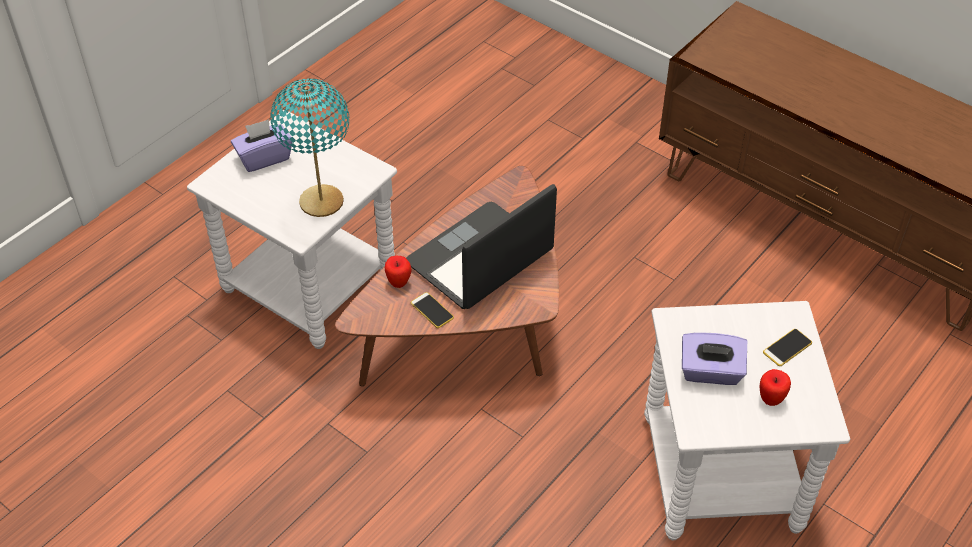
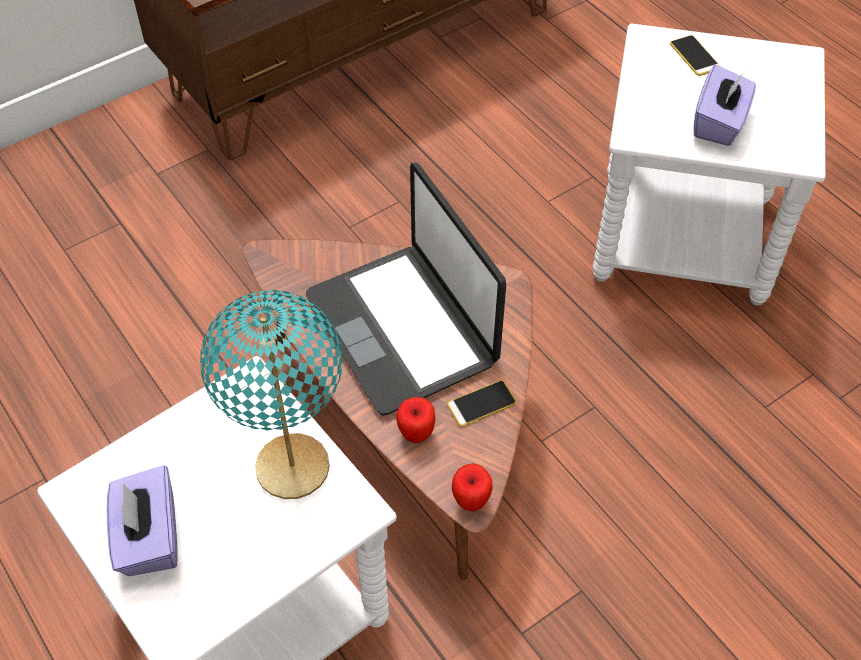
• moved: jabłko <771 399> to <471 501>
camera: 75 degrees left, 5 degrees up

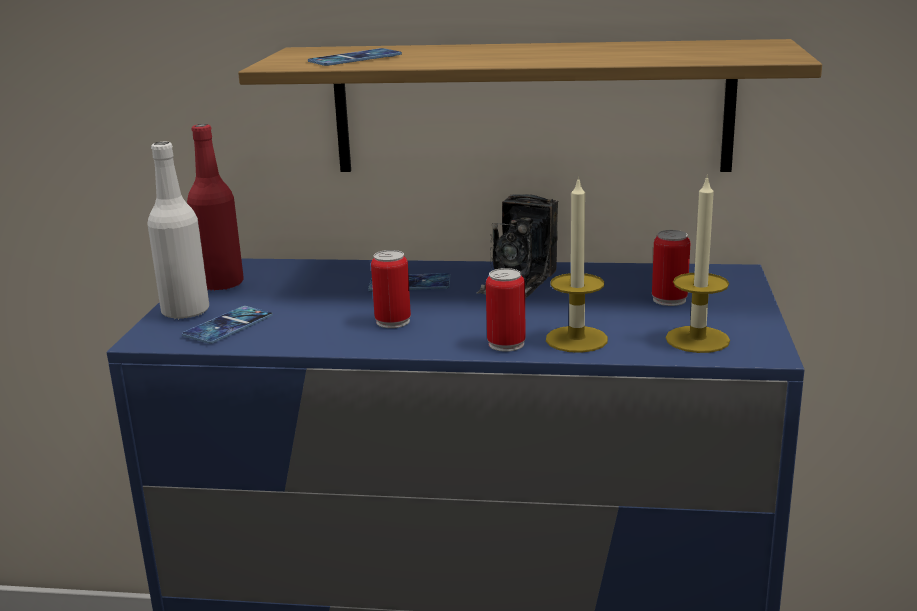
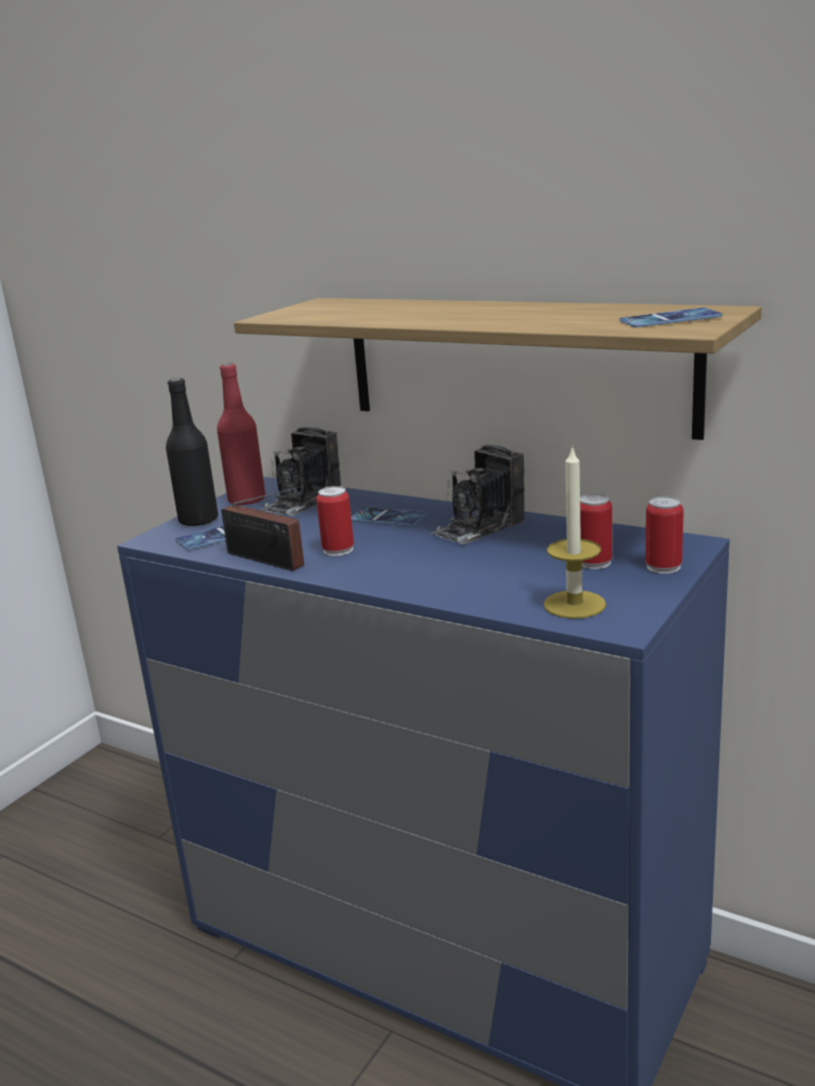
• recoloured: butelka (biały) <185 312> to butelka (czarny) <198 520>
• moved: telefon <355 58> to <670 319>
• moved: puszka <506 344> to <663 567>
• removed: świeca <576 339>
• added: radio <268 561>
• added: aparat fotograficzny <302 501>
camera: 25 degrees right, 0 degrees up

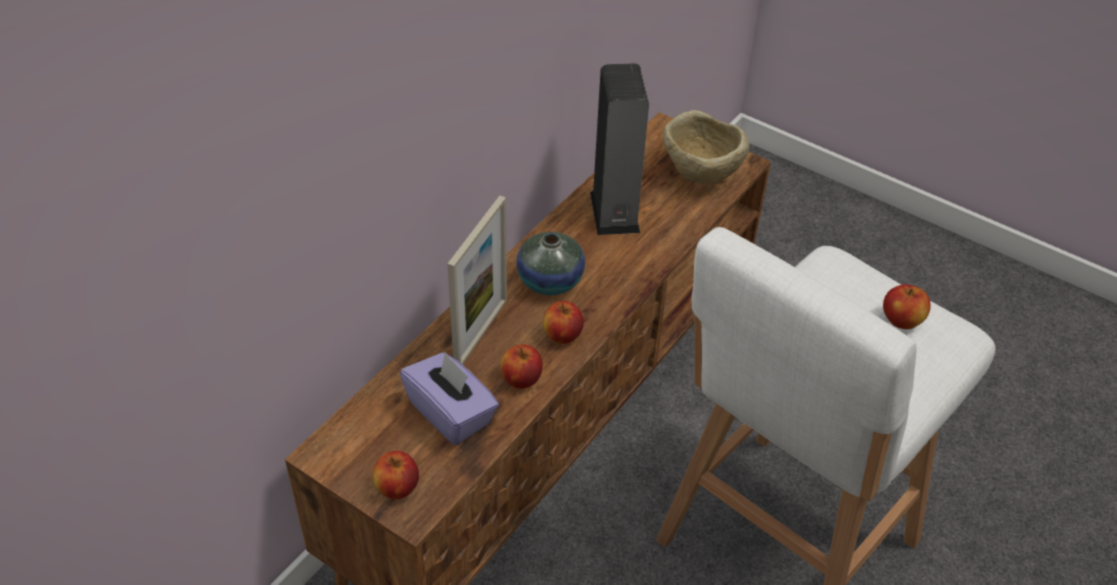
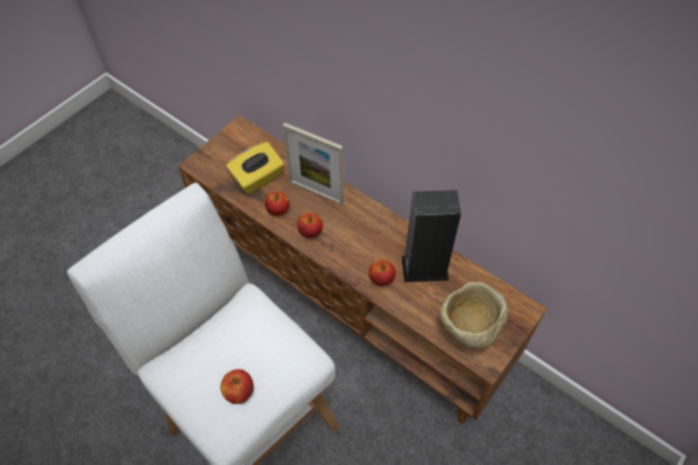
• moved: jabłko <397 488> to <381 279>
• recoloured: pudełko chusteczek (fioletowy) <451 413> to pudełko chusteczek (żółty) <258 179>
• removed: wazon <550 281>
camera: 95 degrees right, 10 degrees up

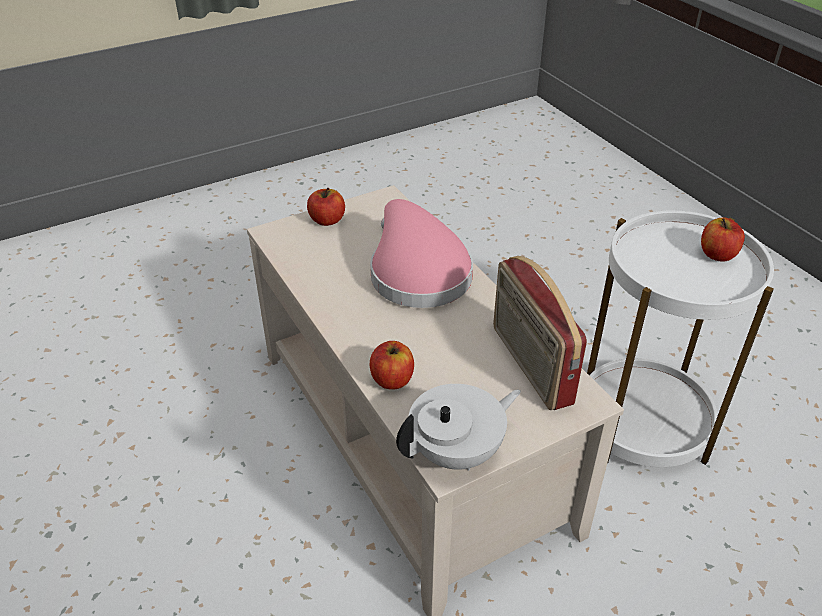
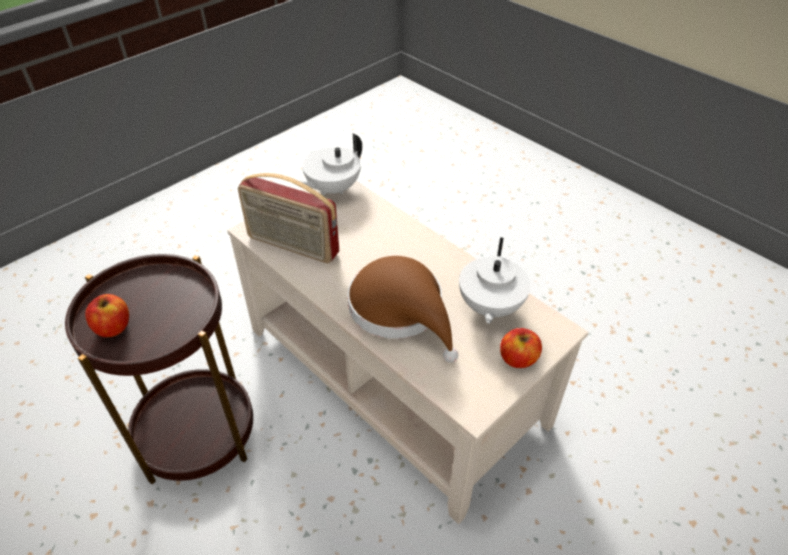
• recoloured: kapelusz (różowy) <416 272> to kapelusz (brązowy) <401 310>
• removed: jabłko <392 379>
• turned: radio <529 365> = <292 246> 150 degrees clockwise
• recoloured: stolik (biały) <642 424> to stolik (brązowy) <196 432>
• added: imbryk (biały) <489 307>
camera: 165 degrees right, 5 degrees up

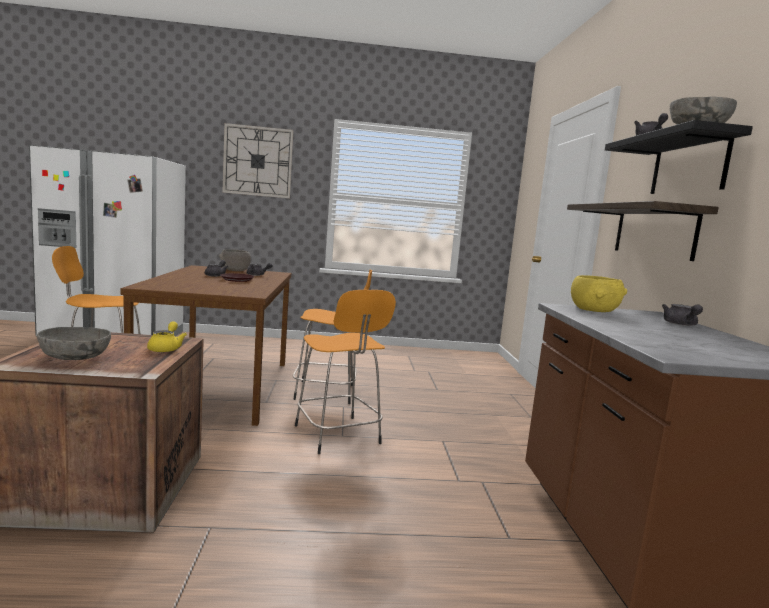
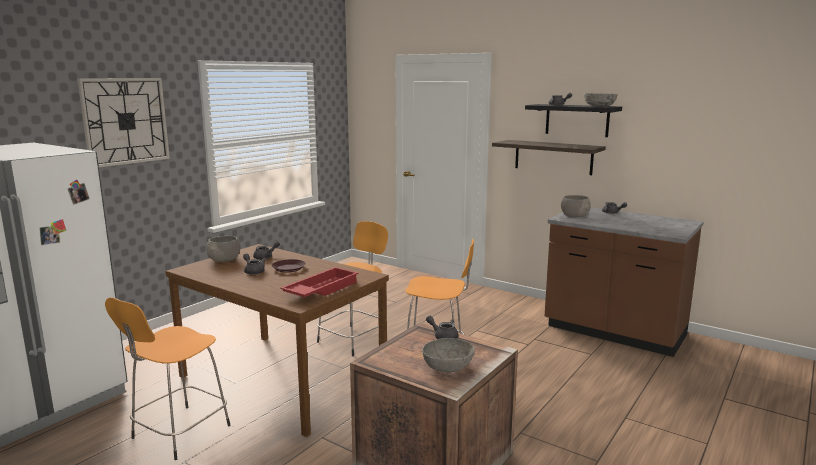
• recoloured: imbryk (żółty) <166 348> to imbryk (szary) <443 336>
• recoloured: miska (żółty) <594 310> to miska (szary) <574 216>
• added: taca (czerwony) <320 289>
camera: 50 degrees left, 5 degrees up

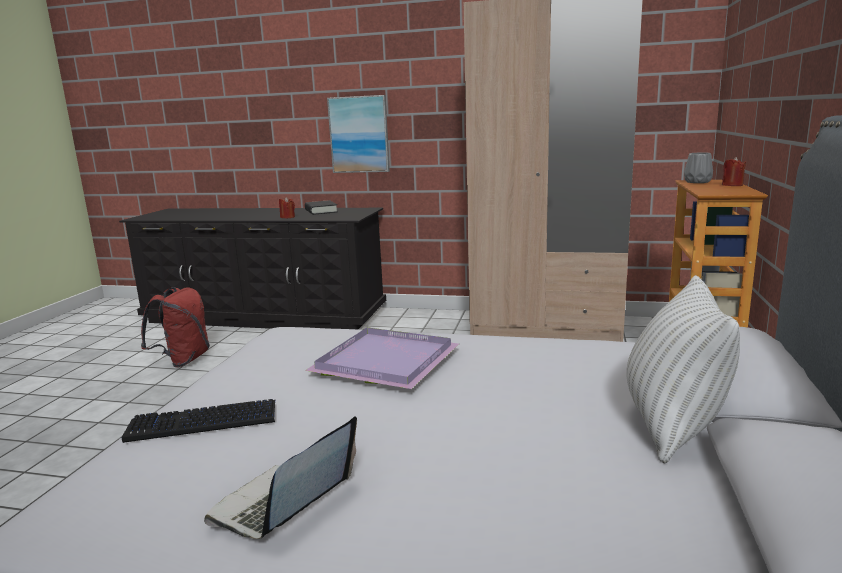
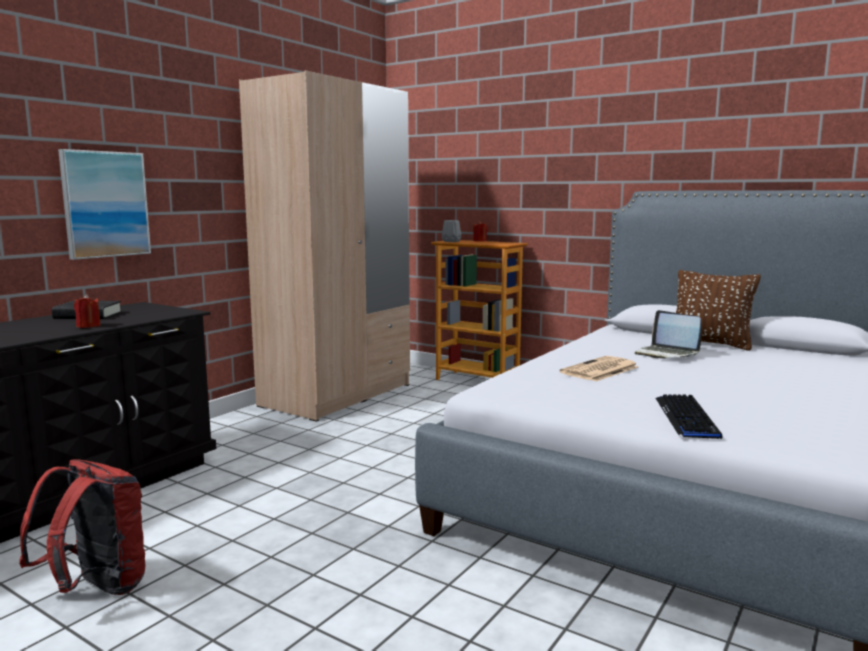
• moved: laptop <283 505> to <666 354>
• replaced: taca (fioletowy) <382 362> to gazeta <599 370>
• recoloured: poduszka (biały) <672 424> to poduszka (brązowy) <710 344>
camera: 70 degrees left, 5 degrees down

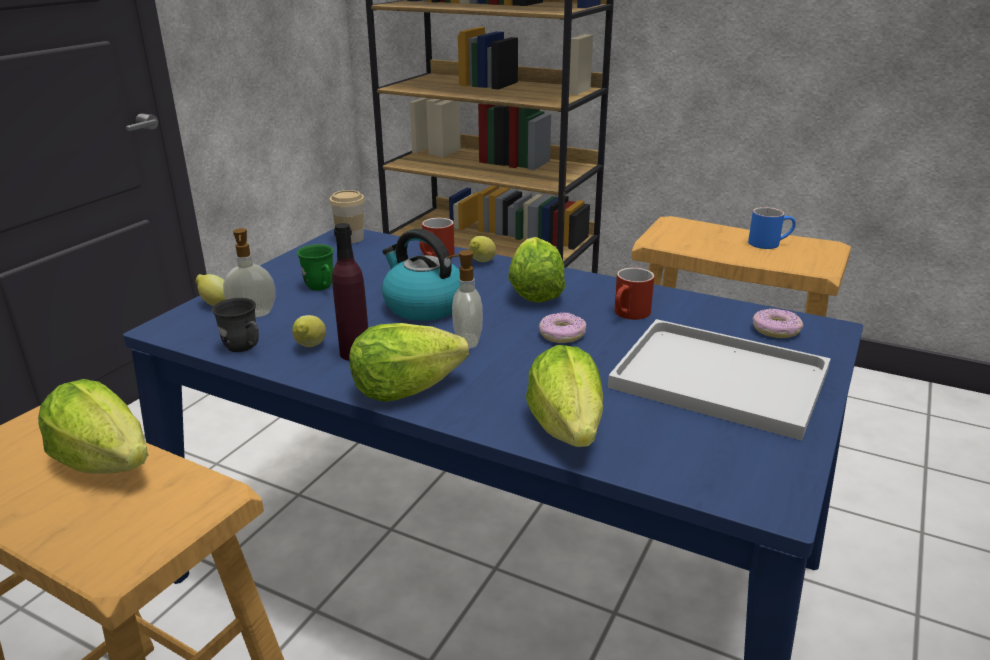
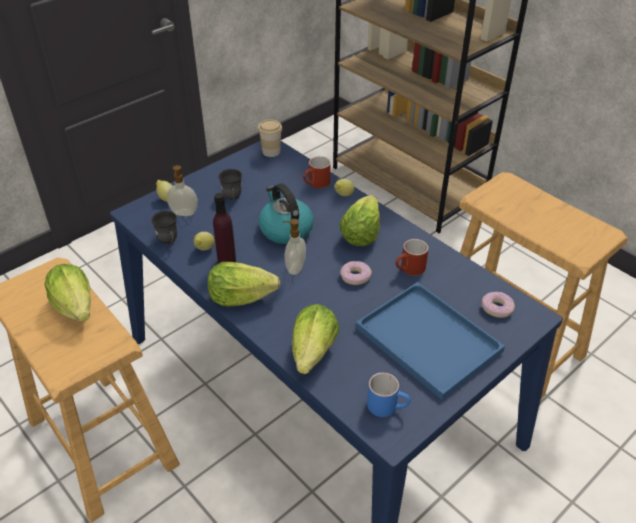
• recoloured: kubek (zielony) <322 288> to kubek (szary) <232 198>
• recoloured: taca (biały) <715 379> to taca (niebieski) <425 339>
• moved: kubek (niebieski) <769 243> to <388 406>
camera: 20 degrees right, 15 degrees up

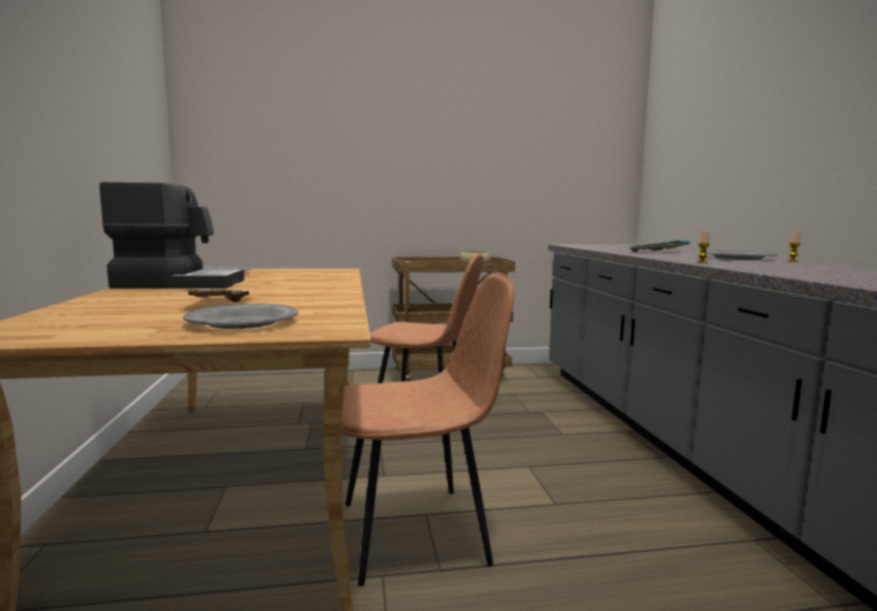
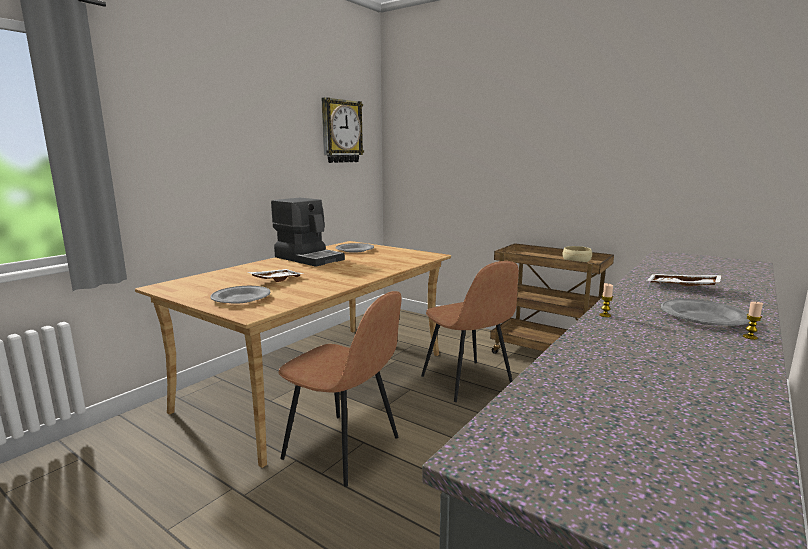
• recoloured: taca (turkusowy) <659 252> to taca (biały) <682 287>
• added: zegar ścienny <341 131>
camera: 45 degrees right, 5 degrees up

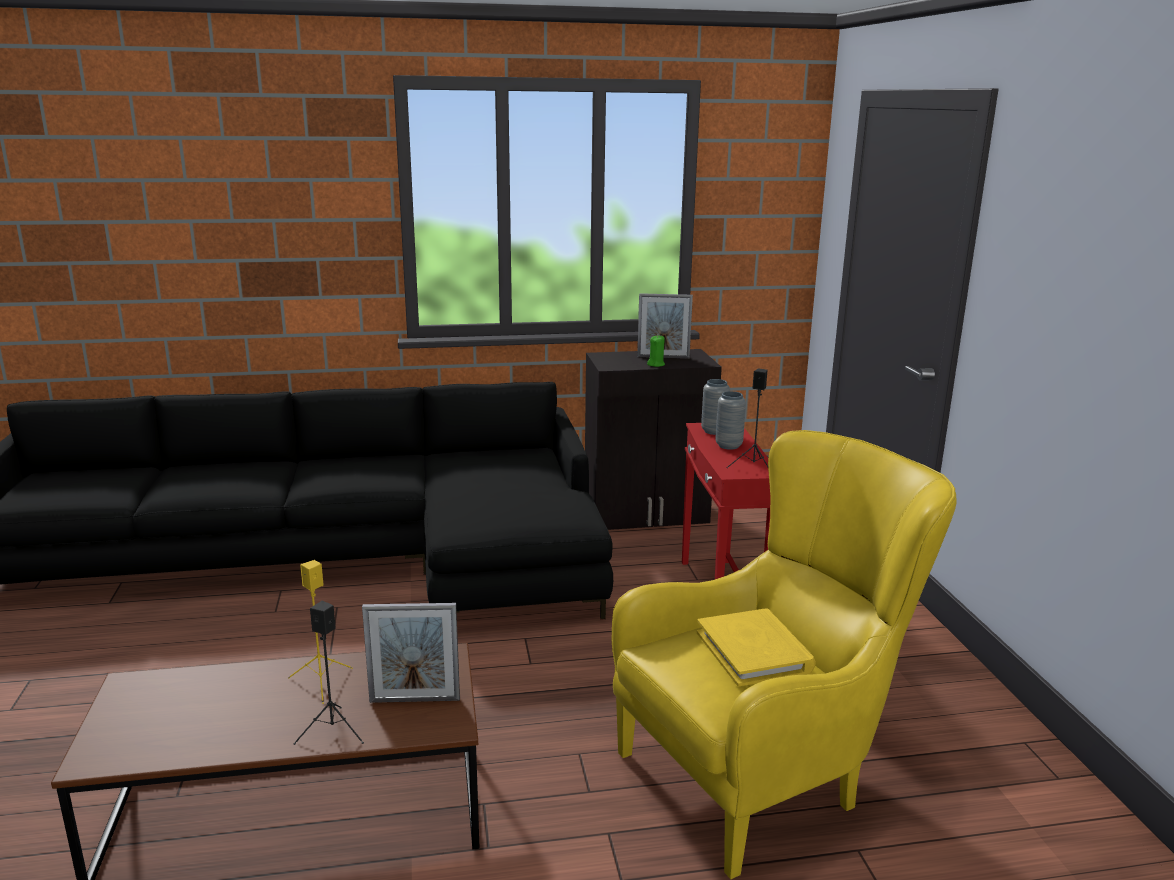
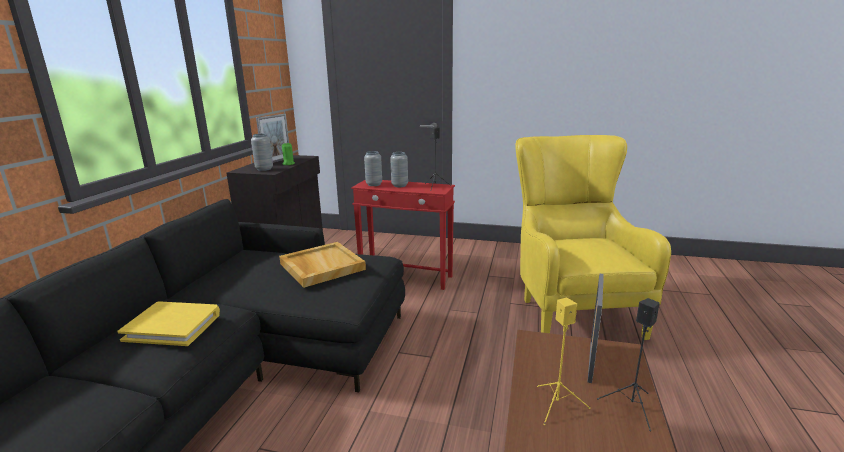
• moved: książka (żółty) <754 651> to <173 326>
• added: wazon (szary) <264 169>
• added: taca (beżowy) <321 266>
camera: 65 degrees left, 0 degrees up

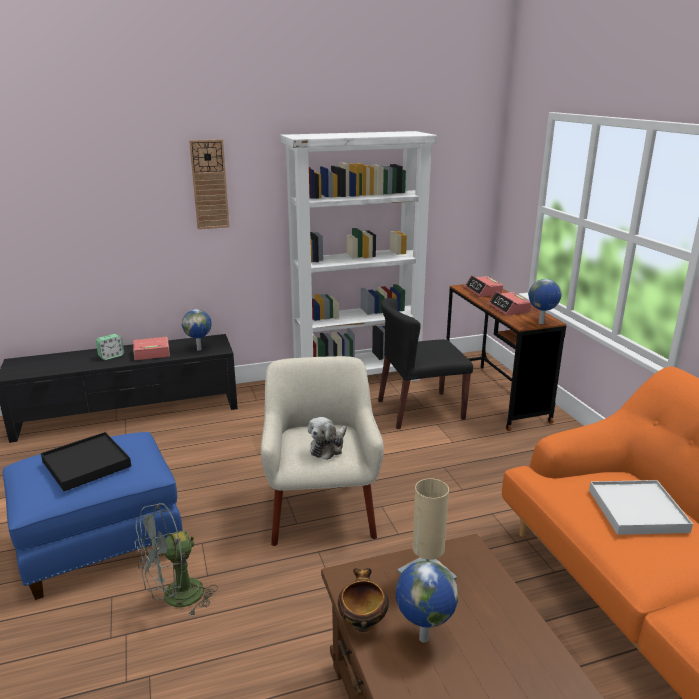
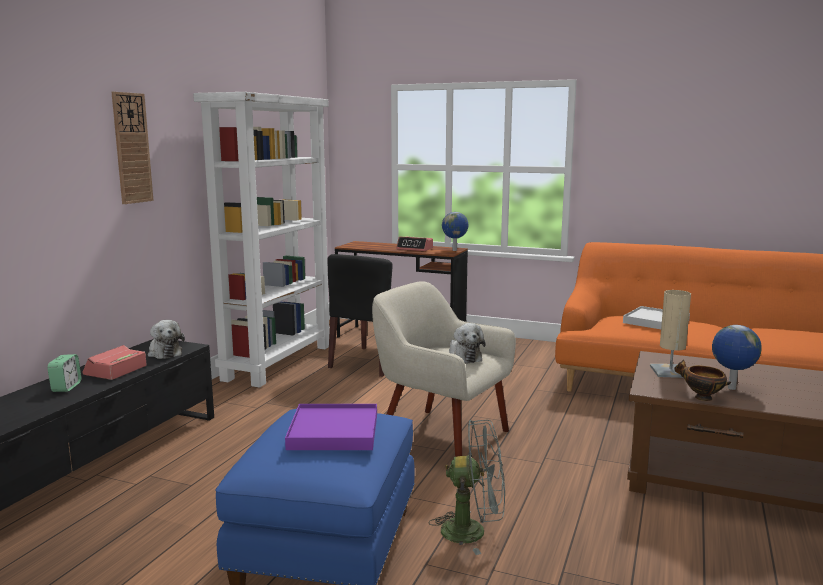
• recoloured: taca (czarny) <86 464> to taca (fioletowy) <334 431>
• turned: wentylator (szary) <175 598> = <473 531> 90 degrees counterclockwise
• replaced: globus <199 349> to pluszak <164 352>
• removed: budzik <483 291>
camera: 50 degrees left, 10 degrees down

